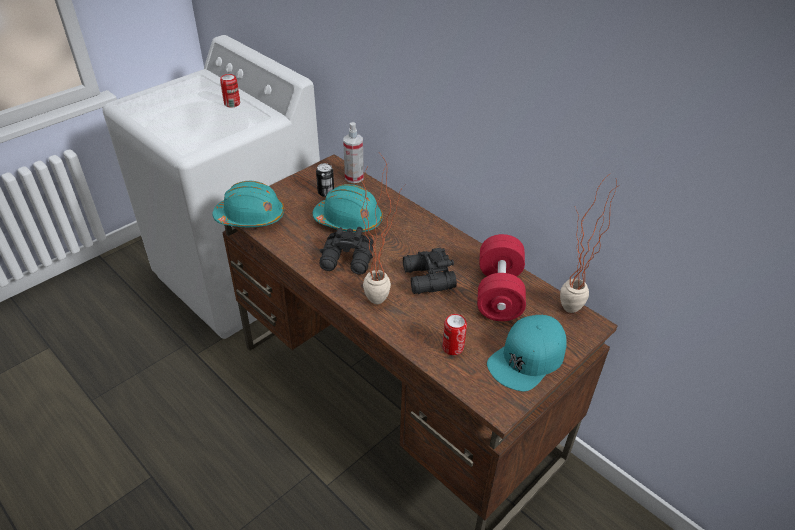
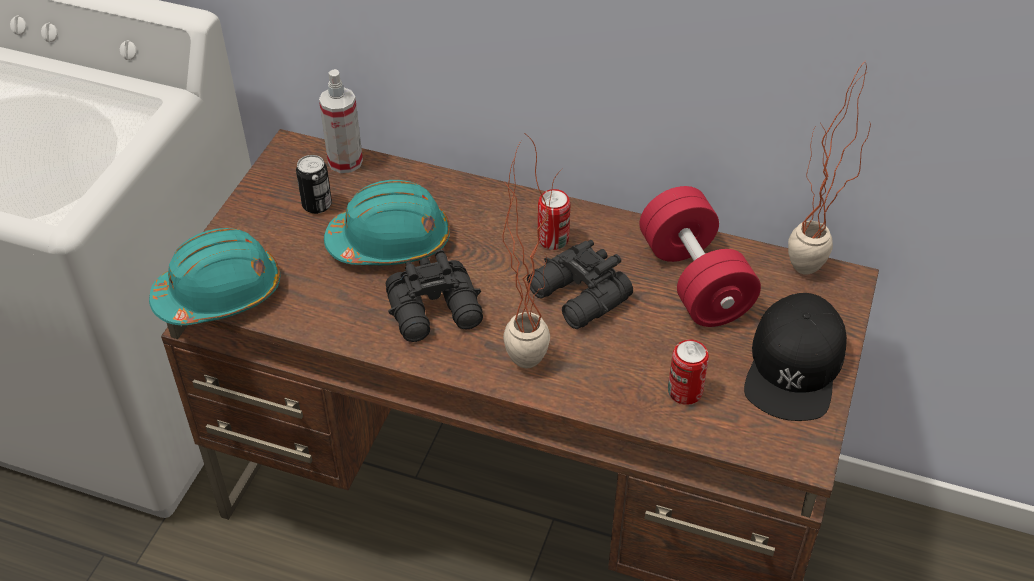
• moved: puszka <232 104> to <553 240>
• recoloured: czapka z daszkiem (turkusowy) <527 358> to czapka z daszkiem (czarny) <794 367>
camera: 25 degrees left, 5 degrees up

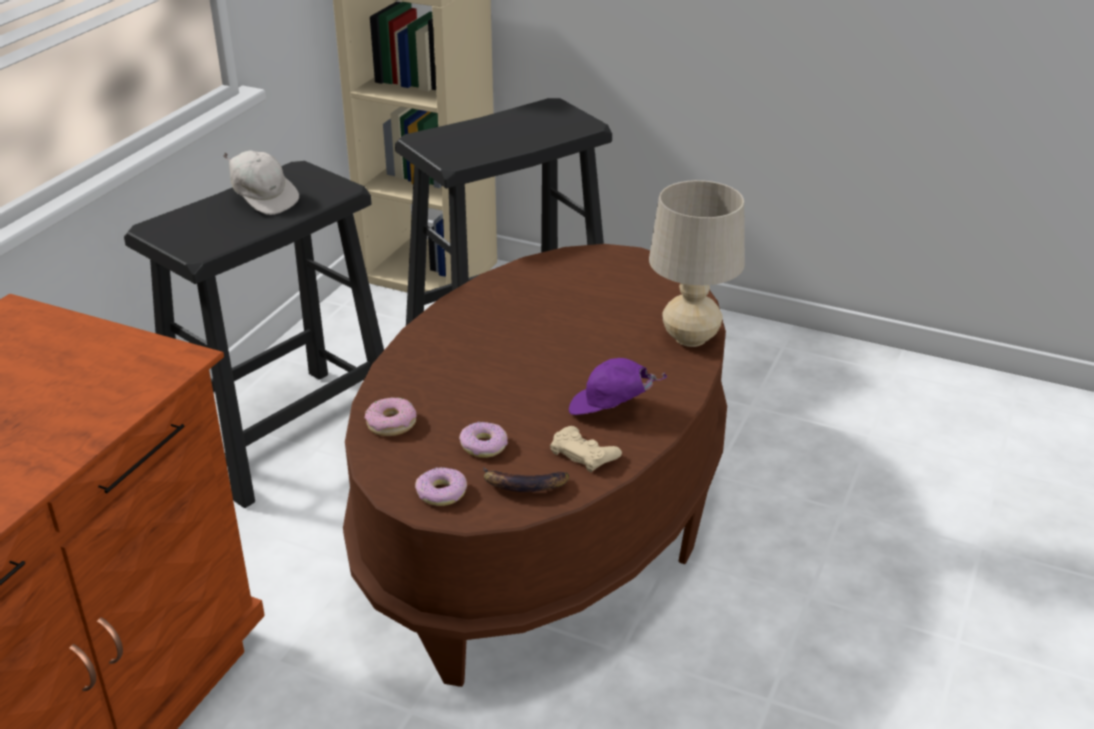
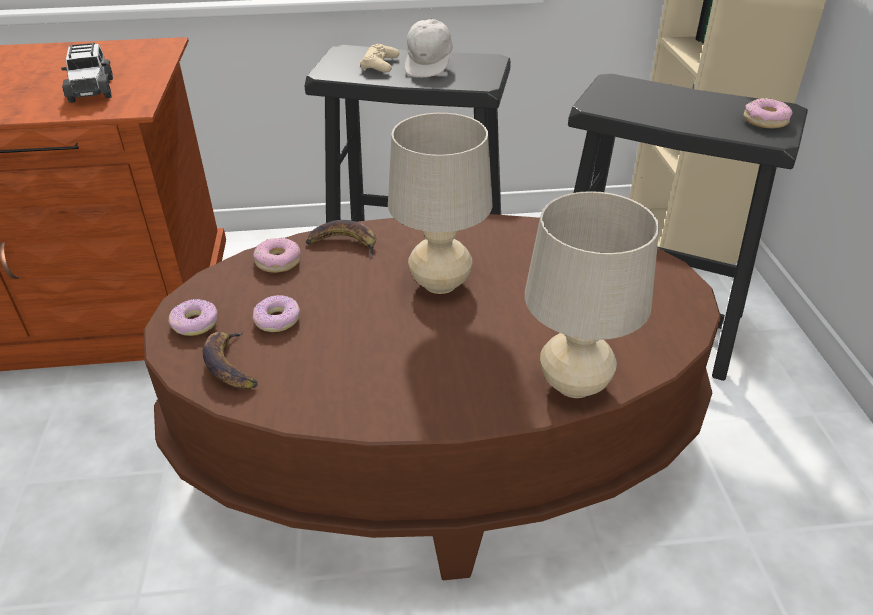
• moved: pad do gier (beżowy) <584 454> to <380 64>
• removed: czapka z daszkiem (fioletowy) <610 409>
• added: samochodzik <92 89>
• added: banan <344 243>
• added: lampa stołowa (beżowy) <440 284>
• added: donut <765 120>
camera: 60 degrees right, 5 degrees up

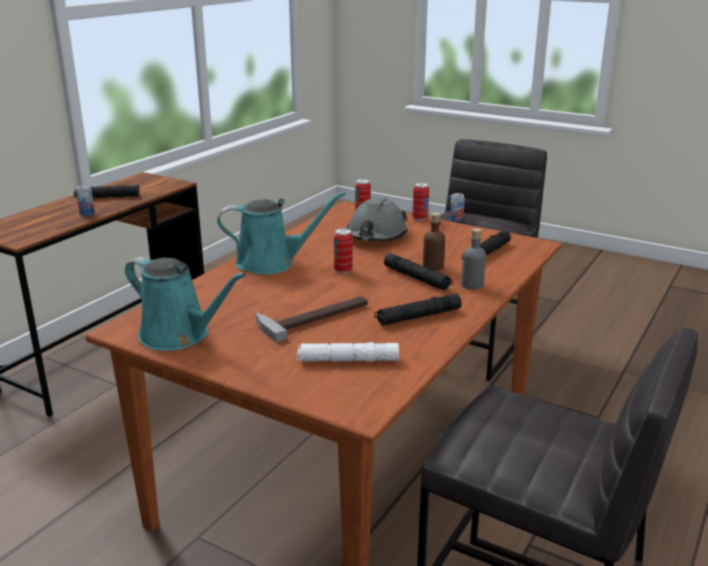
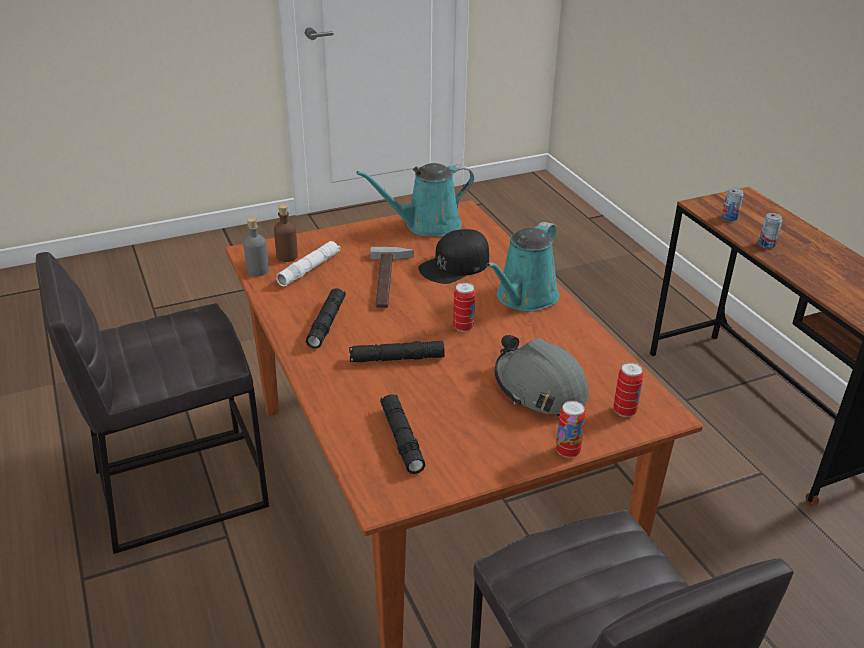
• removed: latarka (czarny) <107 197>
• moved: butelka (brązowy) <433 267> to <287 256>
• moved: puszka <456 219> to <729 218>
• moved: butelka (szary) <472 285> to <257 271>
• added: czapka z daszkiem (czarny) <455 265>
camera: 125 degrees right, 10 degrees up

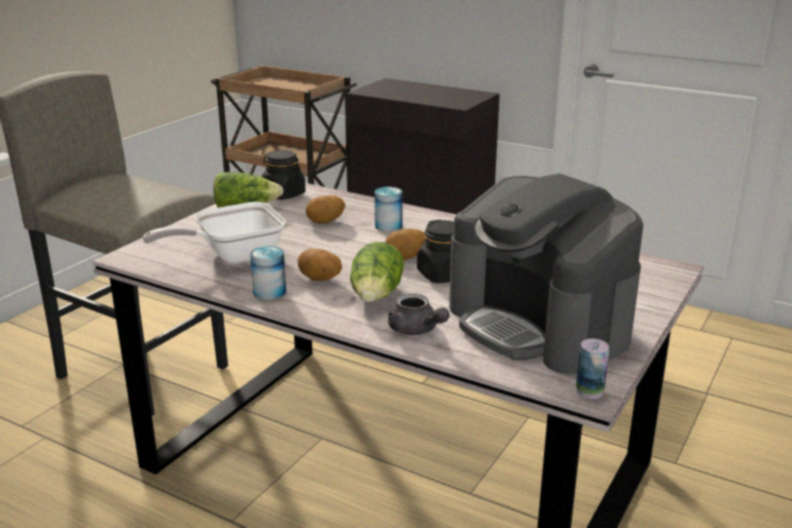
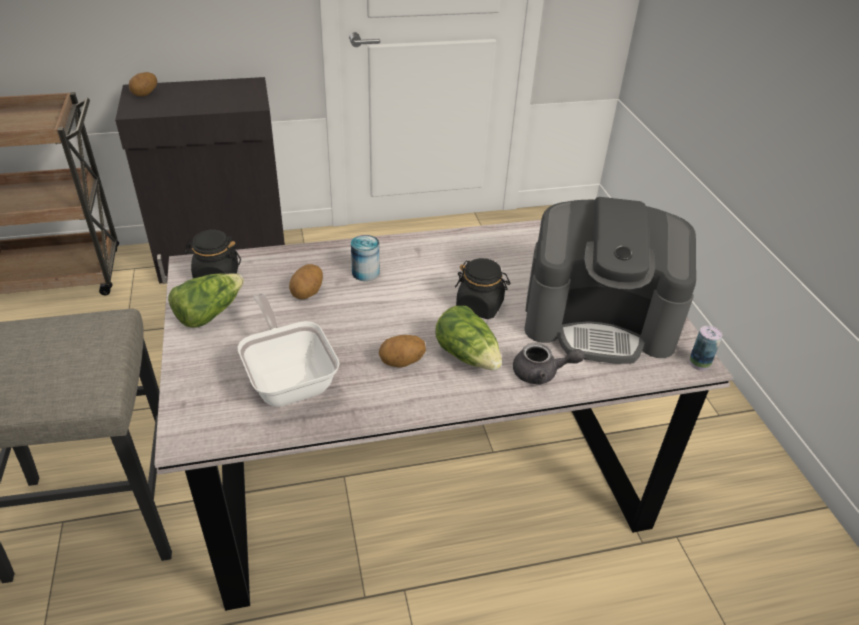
• turned: patelnia <232 256> = <289 378> 135 degrees clockwise
• removed: puszka <269 292>
• moved: ziemniak <406 258> to <145 94>
camera: 45 degrees left, 15 degrees up

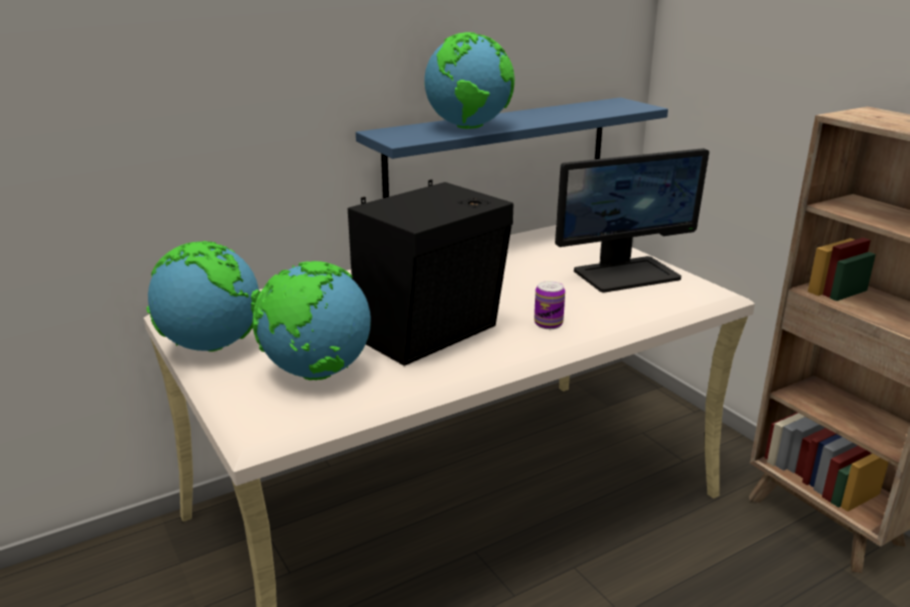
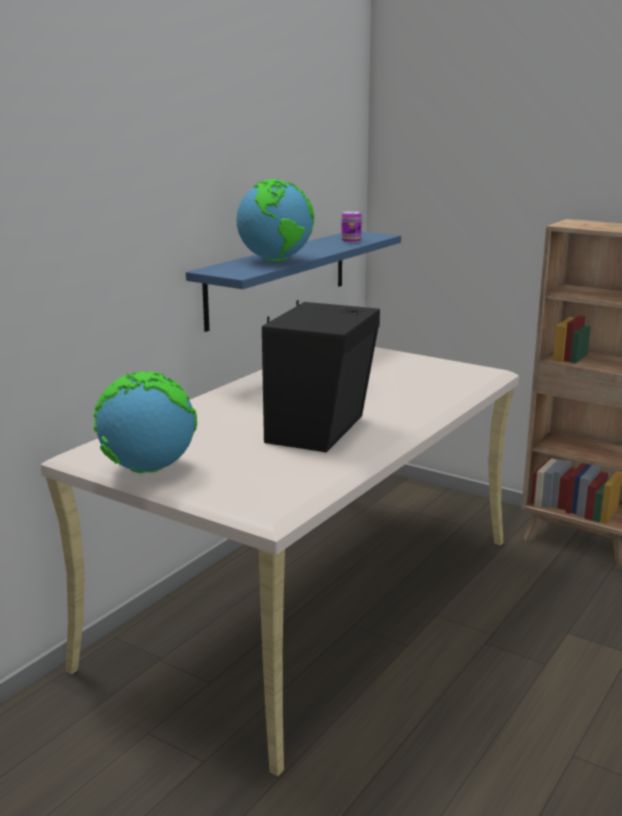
• removed: globus <316 373>
• moved: puszka <548 323> to <351 241>
• removed: monitor <626 274>
camera: 25 degrees left, 5 degrees down

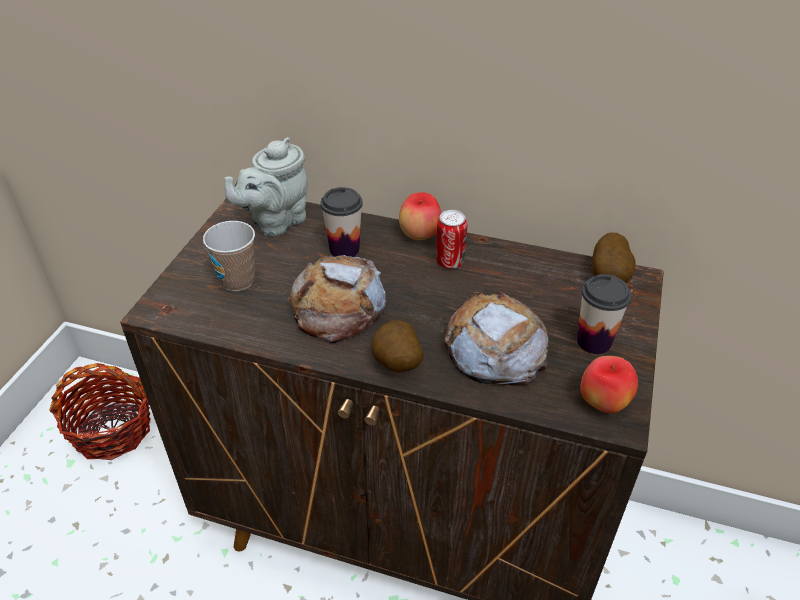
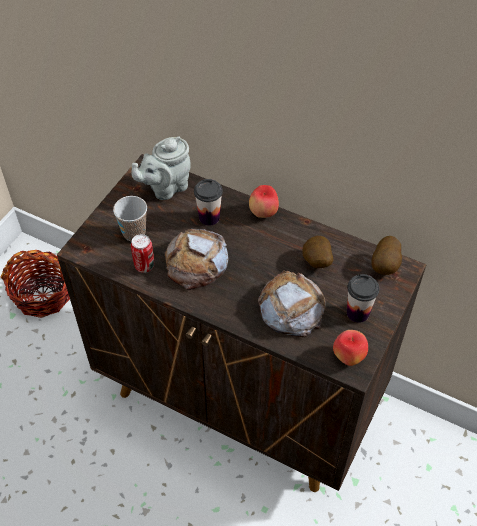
• moved: ziemniak <396 365> to <316 262>
• moved: puszka <450 262> to <144 266>
camera: 10 degrees right, 10 degrees up

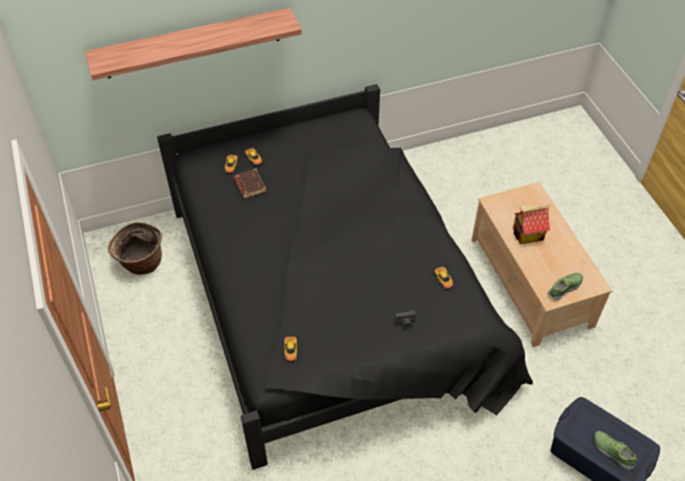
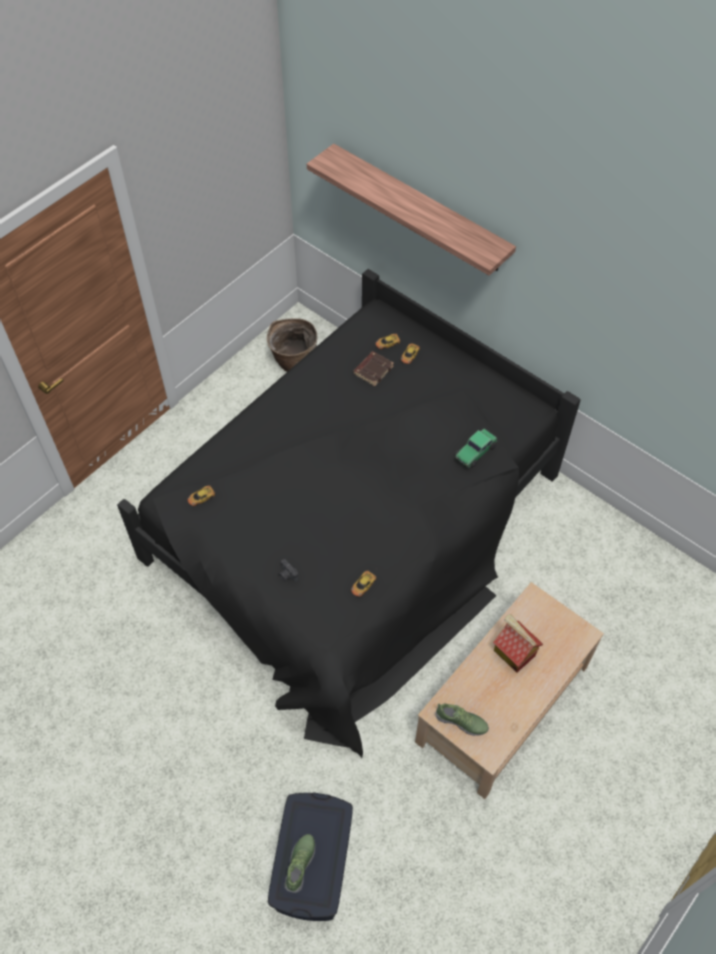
• added: samochodzik <475 451>
camera: 60 degrees right, 5 degrees up

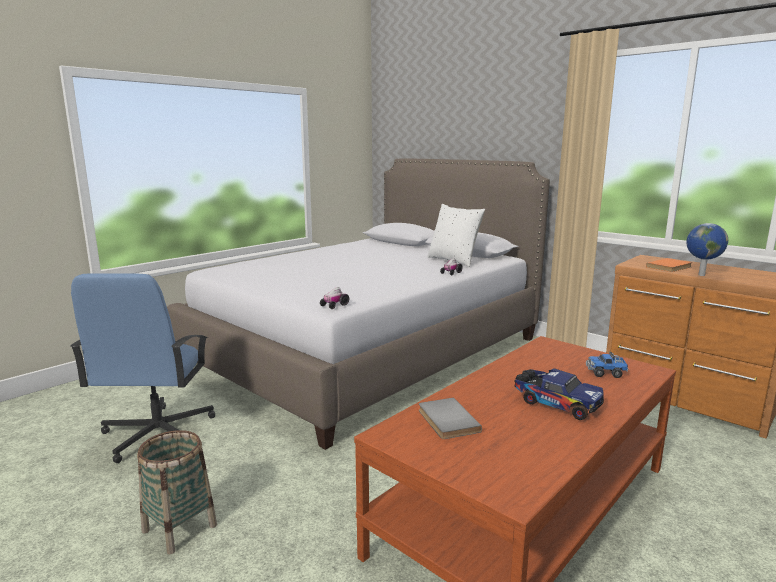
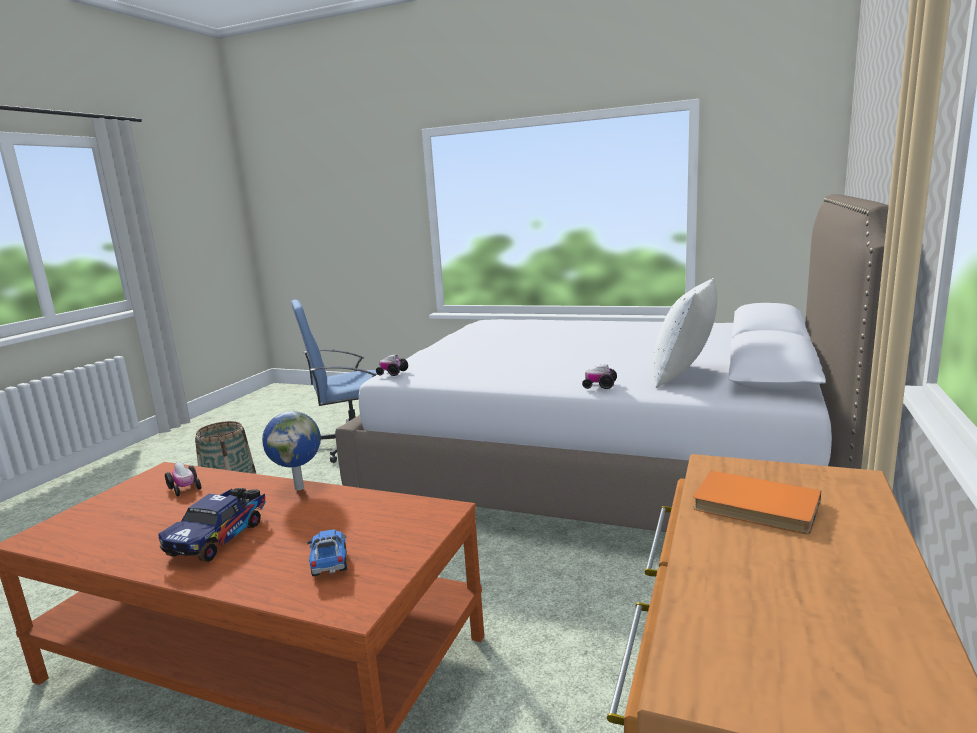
• replaced: książka (szary) <446 421> to samochodzik <185 488>
• moved: globus <700 275> to <300 487>
camera: 70 degrees right, 0 degrees up

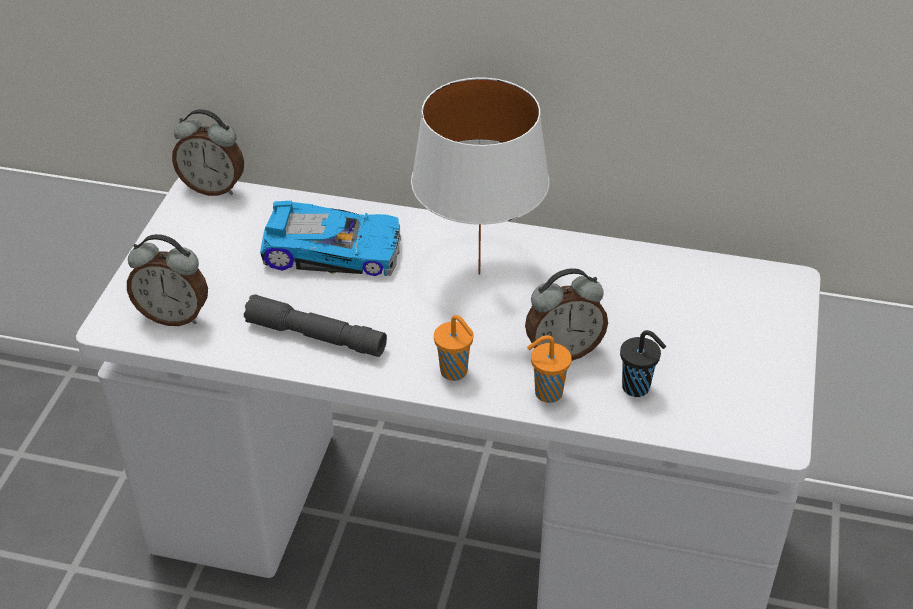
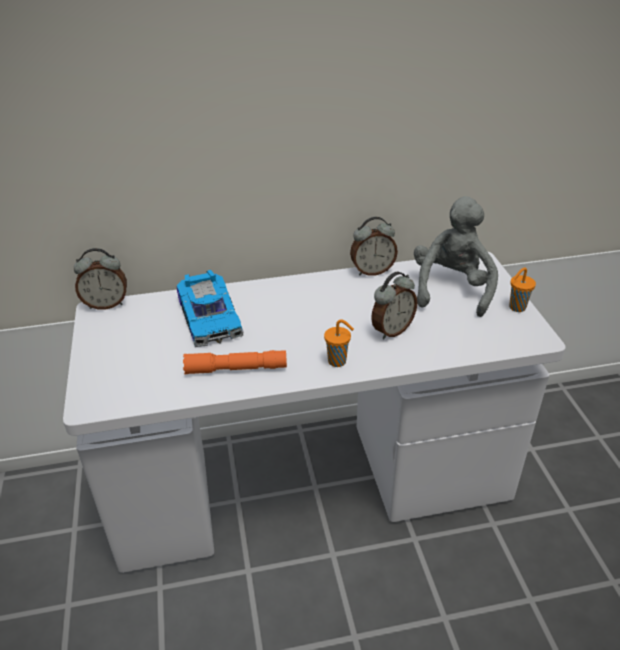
• moved: budzik <174 316> to <372 271>
• recoloured: latarka (szary) <316 336> to latarka (pomarańczowy) <236 369>
• turned: samochodzik <333 248> = <211 316> 90 degrees clockwise
• removed: lampa stołowa (biały) <479 275>
• moved: filiżanka (pomarańczowy) <546 393> to <516 308>
• removed: filiżanka (czarny) <637 388>
• added: pluszak (szary) <451 289>
camera: 25 degrees left, 5 degrees down

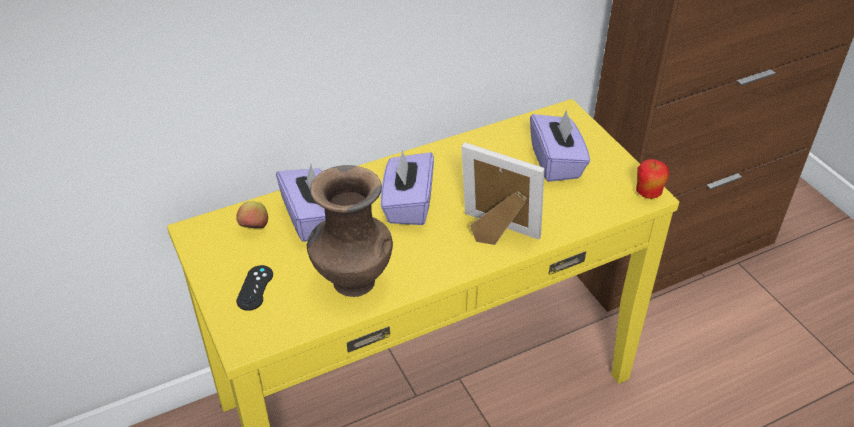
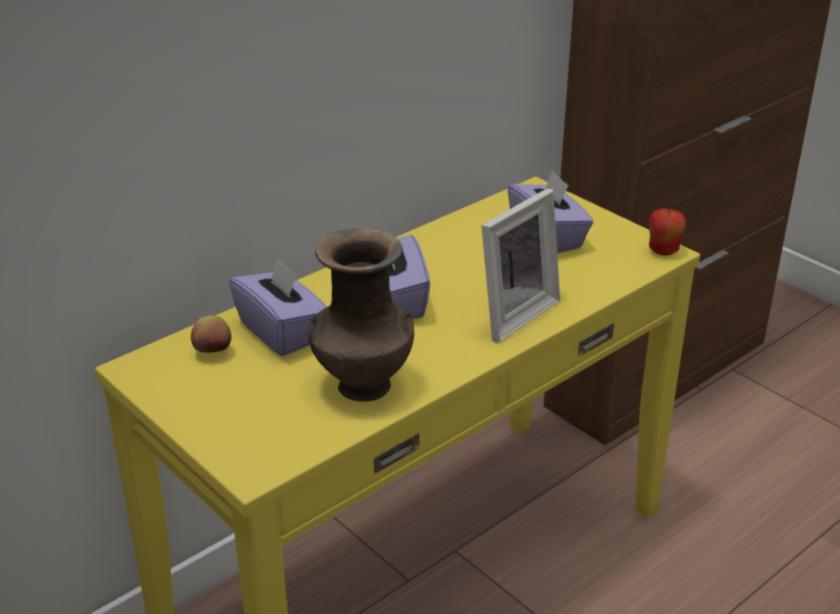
• removed: pad do gier (czarny) <255 288>
• turned: ramka na zdjęcie <496 234> = <511 314> 120 degrees clockwise
camera: 15 degrees left, 10 degrees down

